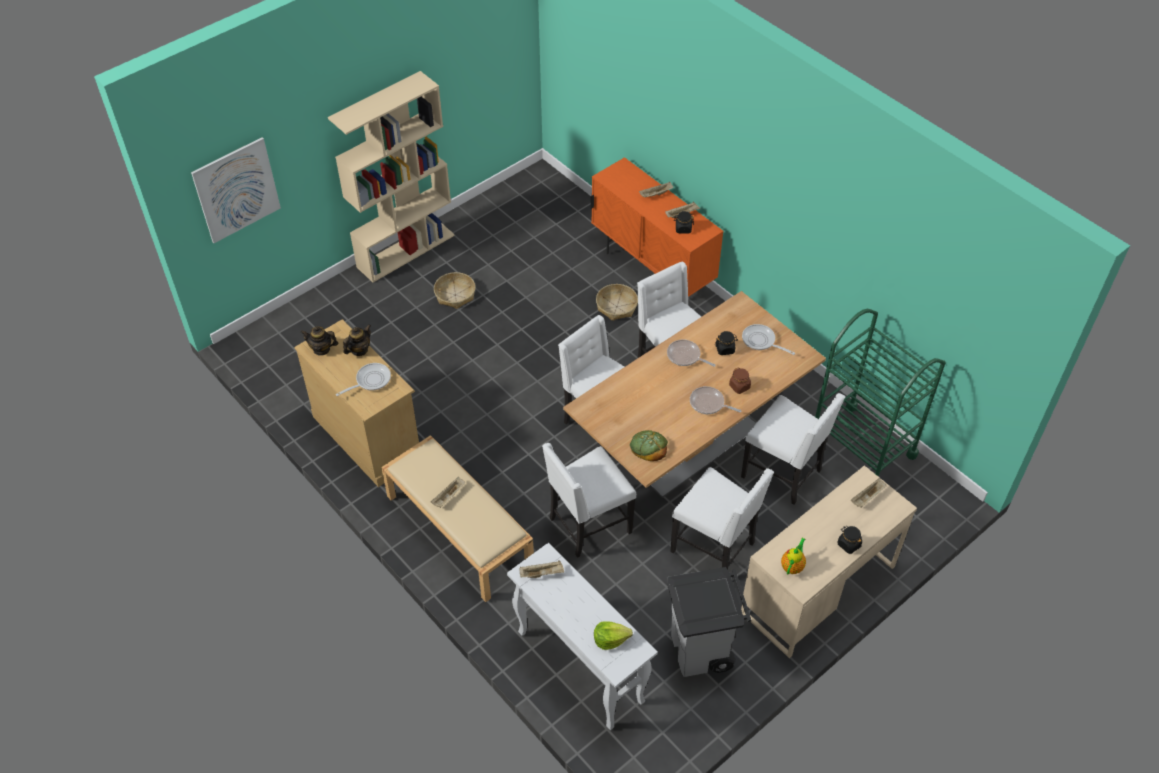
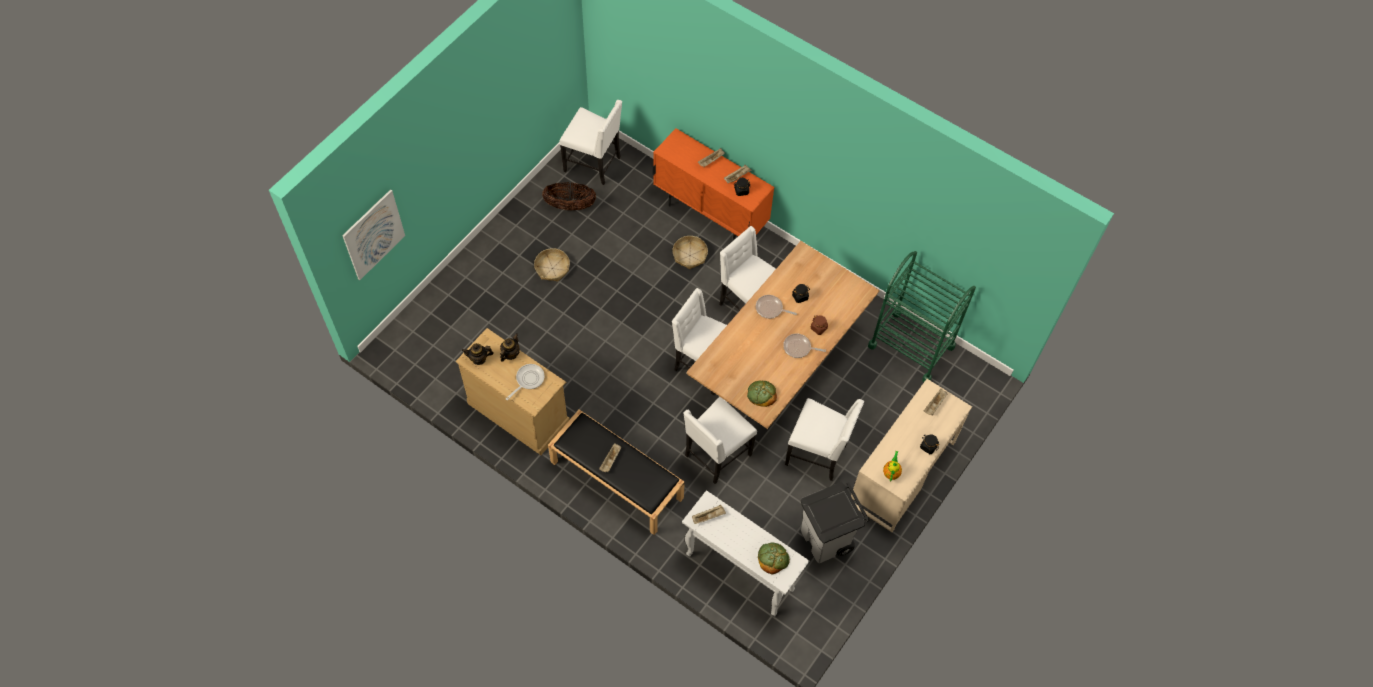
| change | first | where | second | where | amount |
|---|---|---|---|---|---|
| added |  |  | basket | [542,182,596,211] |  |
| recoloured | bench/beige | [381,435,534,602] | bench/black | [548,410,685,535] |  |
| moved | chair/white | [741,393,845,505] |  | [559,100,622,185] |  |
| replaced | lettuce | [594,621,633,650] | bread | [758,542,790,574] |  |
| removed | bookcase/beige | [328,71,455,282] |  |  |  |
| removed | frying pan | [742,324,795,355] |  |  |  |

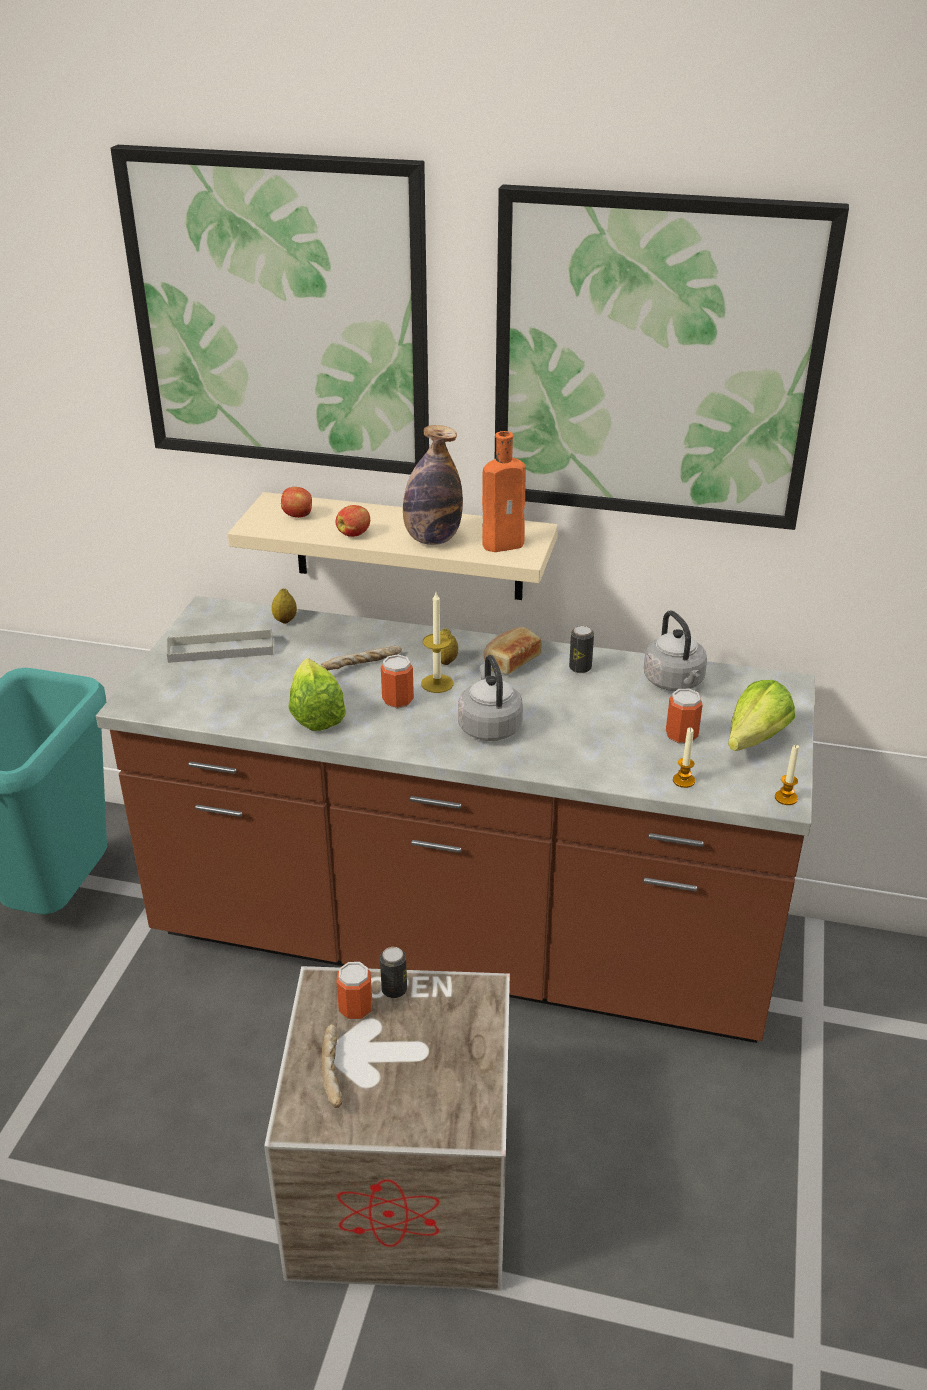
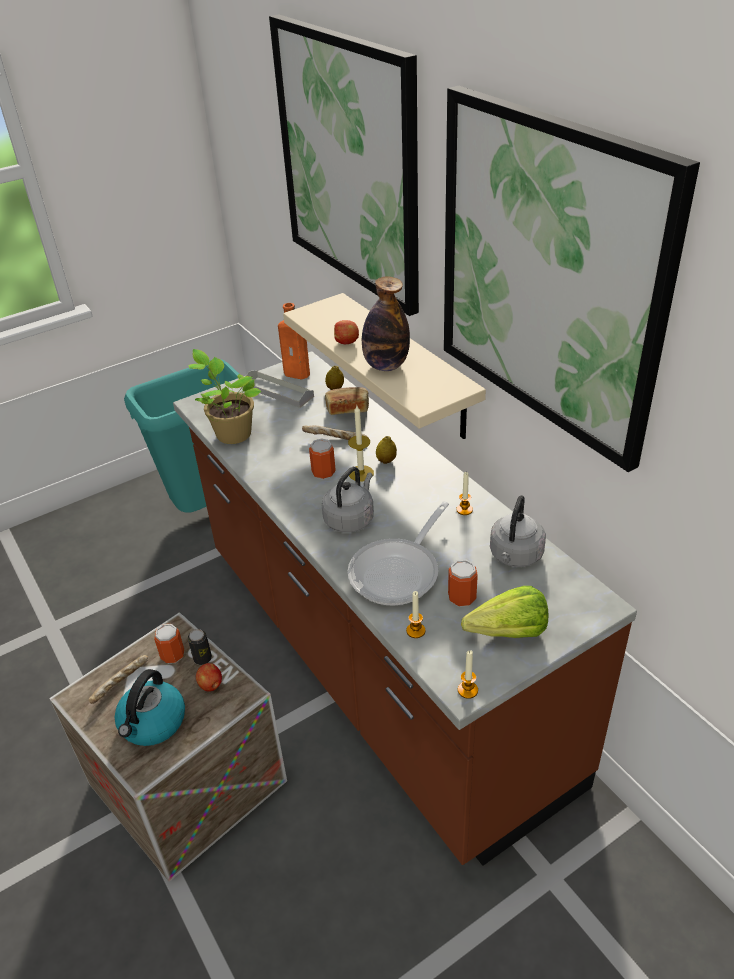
| change | first | where | second | where | amount |
|---|---|---|---|---|---|
| added |  |  | kettle | [115,669,185,746] |  |
| added |  |  | potted plant | [189,349,262,444] |  |
| moved | apple | [281,487,312,518] |  | [196,663,222,692] |  |
| moved | bottle/orange | [482,431,526,552] |  | [278,303,310,379] |  |
| moved | bread | [483,627,541,675] |  | [325,387,369,415] |  |
| added |  |  | frying pan | [347,501,449,606] |  |
| replaced | can | [569,625,594,673] | candle | [456,472,473,515] |  |
| removed | lettuce | [289,658,346,731] |  |  |  |

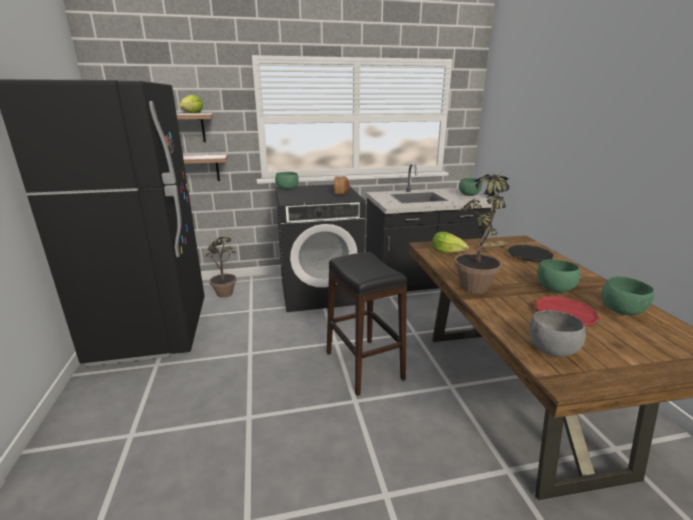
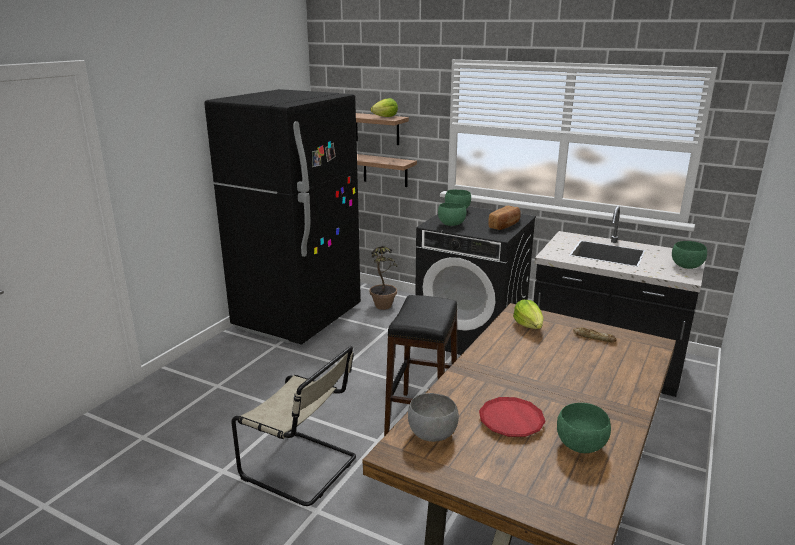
| change | first | where | second | where | amount |
|---|---|---|---|---|---|
| added |  |  | chair/beige | [231,346,356,506] |  |
| moved | bowl/green | [537,259,580,293] |  | [438,202,466,226] |  |
| removed | potted plant | [454,174,510,294] |  |  |  |
| removed | plate/black | [508,245,553,262] |  |  |  |

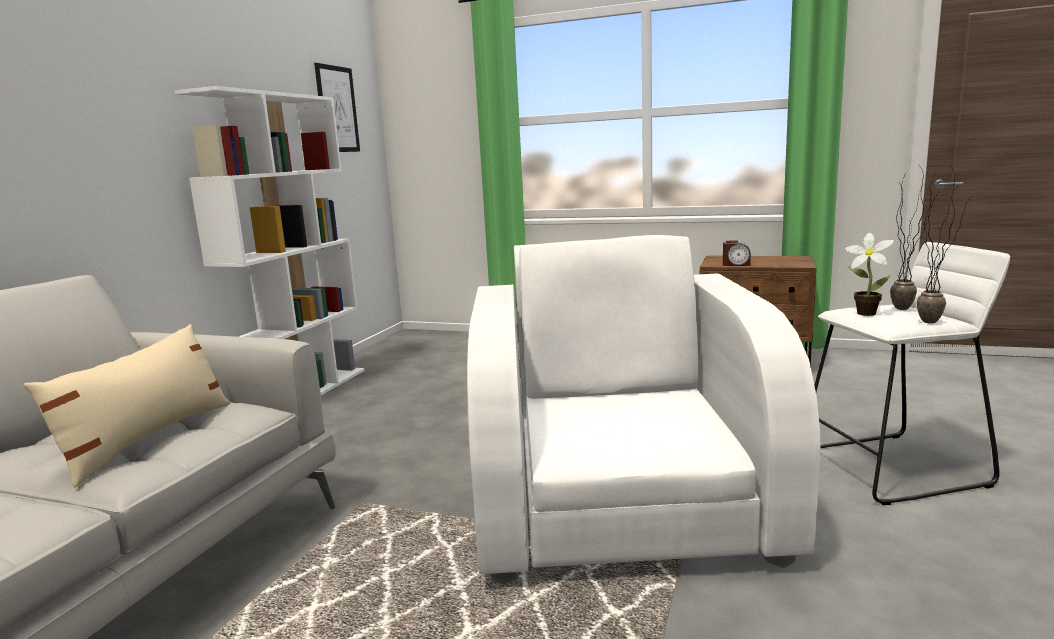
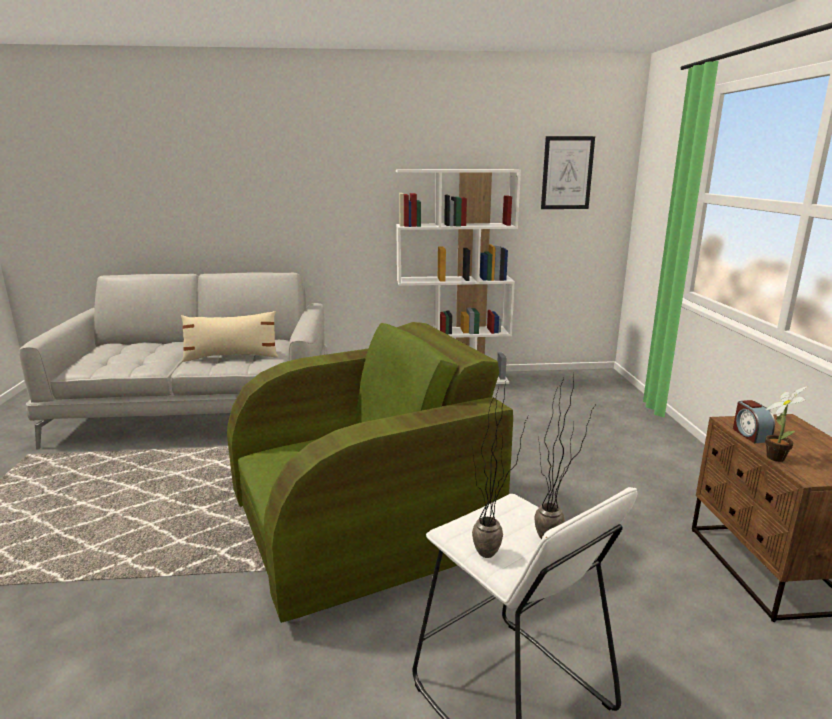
| change | first | where | second | where | amount |
|---|---|---|---|---|---|
| recoloured | armchair/white | [467,235,821,584] | armchair/green | [227,322,513,625] |  |
| moved | potted plant | [845,233,894,316] |  | [765,386,807,462] |  |

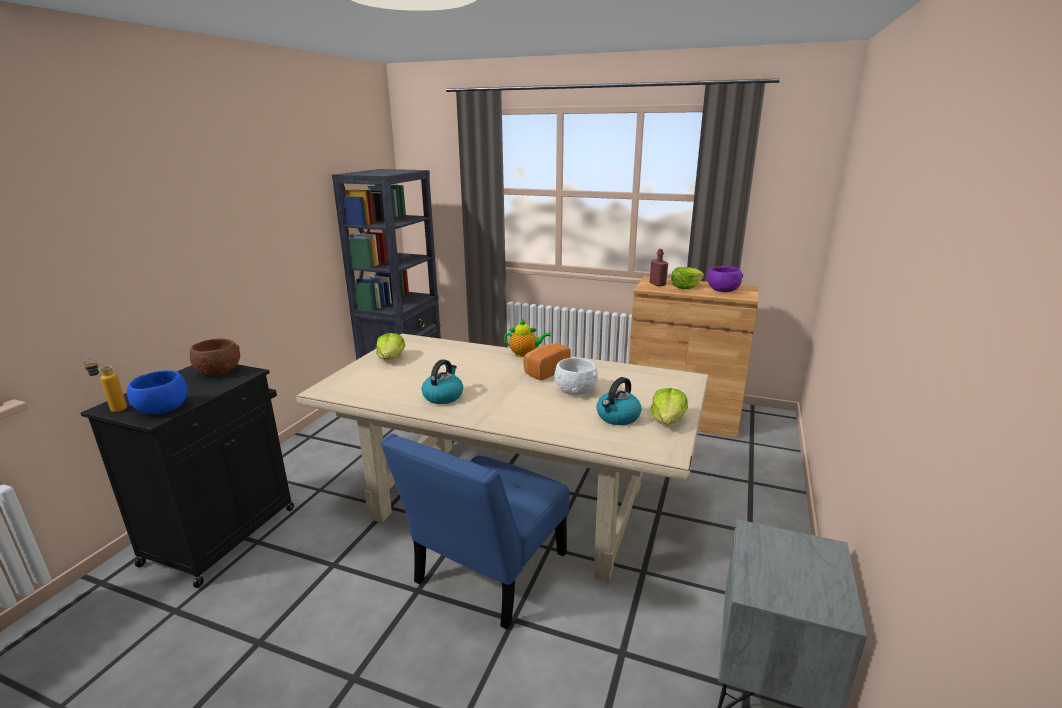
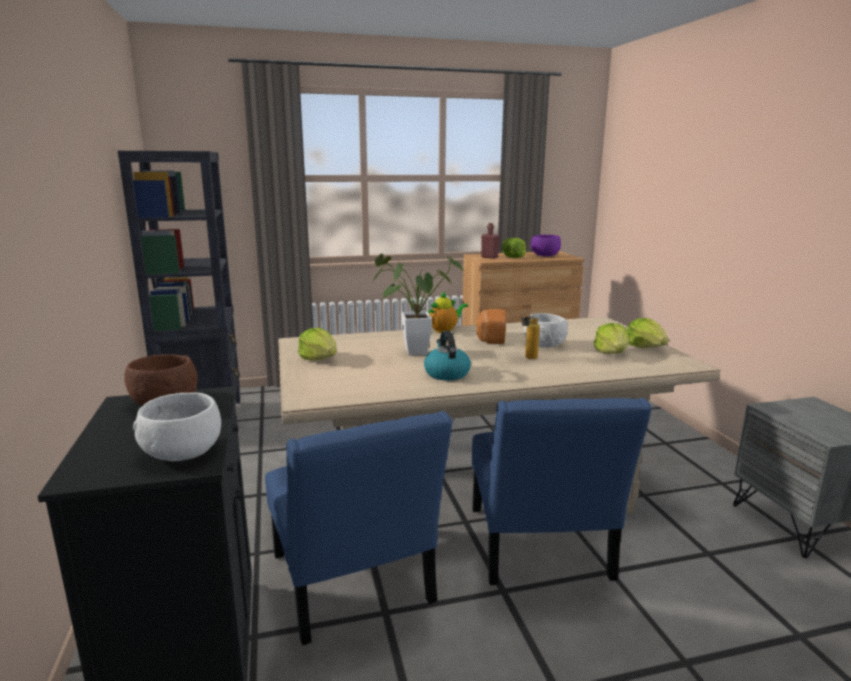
| change | first | where | second | where | amount |
|---|---|---|---|---|---|
| recoloured | bowl/blue | [127,370,188,414] | bowl/white | [133,392,221,461] |  |
| added |  |  | chair/blue | [265,411,453,645] |  |
| added |  |  | potted plant | [371,254,463,356] |  |
| moved | bottle | [84,358,127,412] |  | [521,310,540,359] |  |
| replaced | kettle | [596,377,642,425] | lettuce | [594,323,630,354] |  |

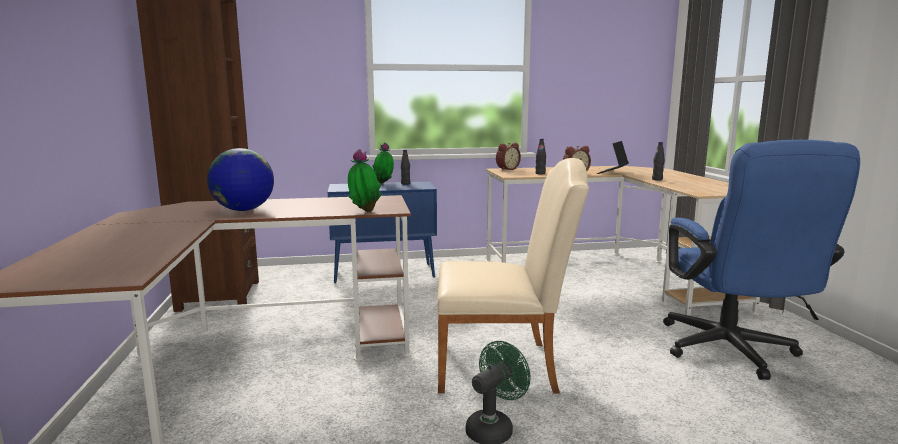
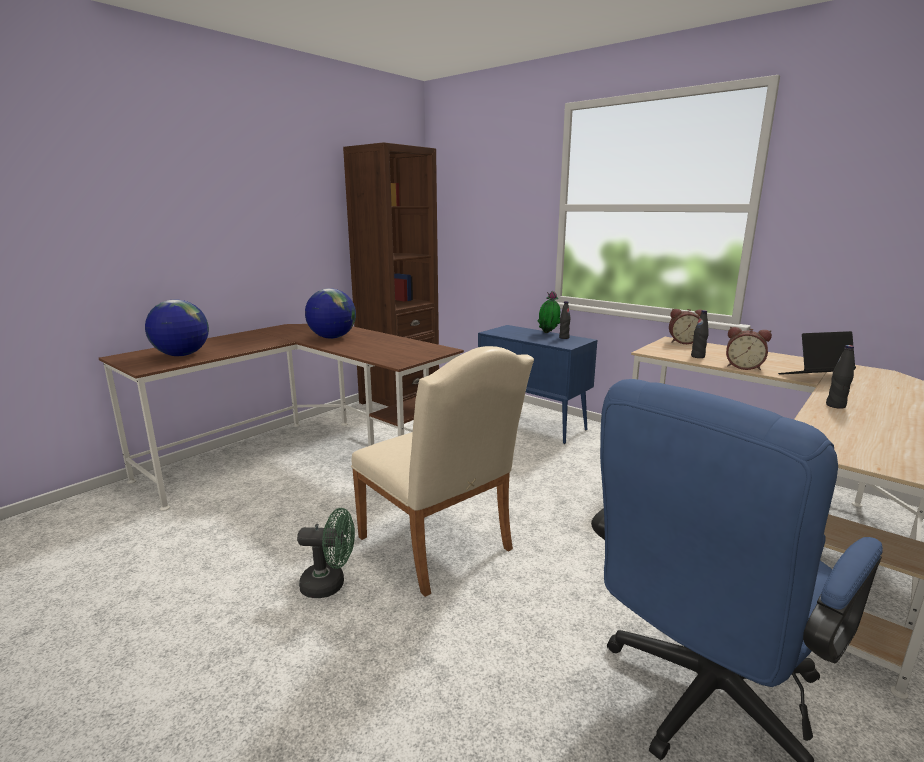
| change | first | where | second | where | amount |
|---|---|---|---|---|---|
| added |  |  | globe | [145,299,209,356] |  |
| removed | potted plant | [348,149,381,212] |  |  |  |

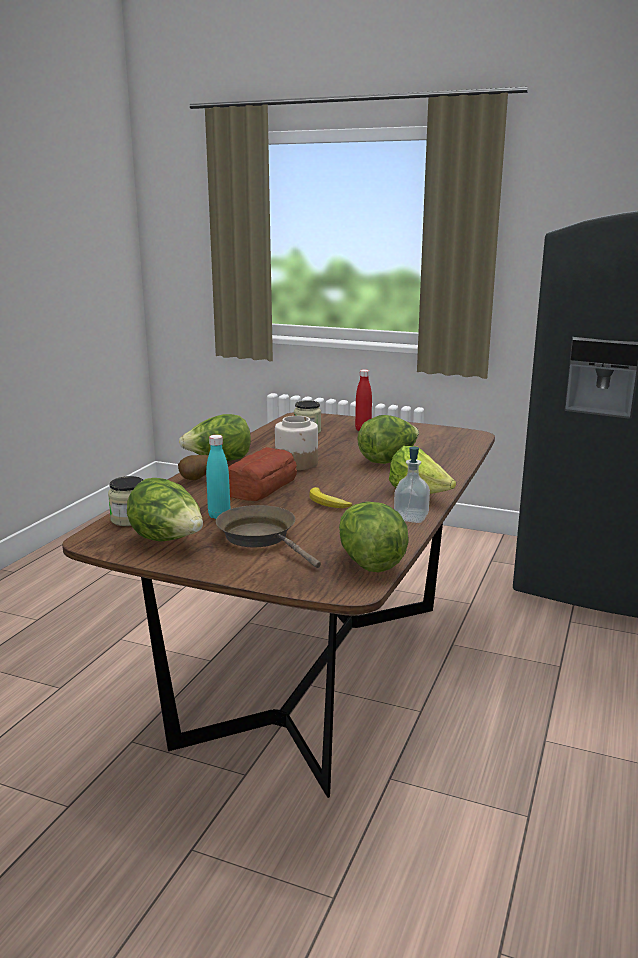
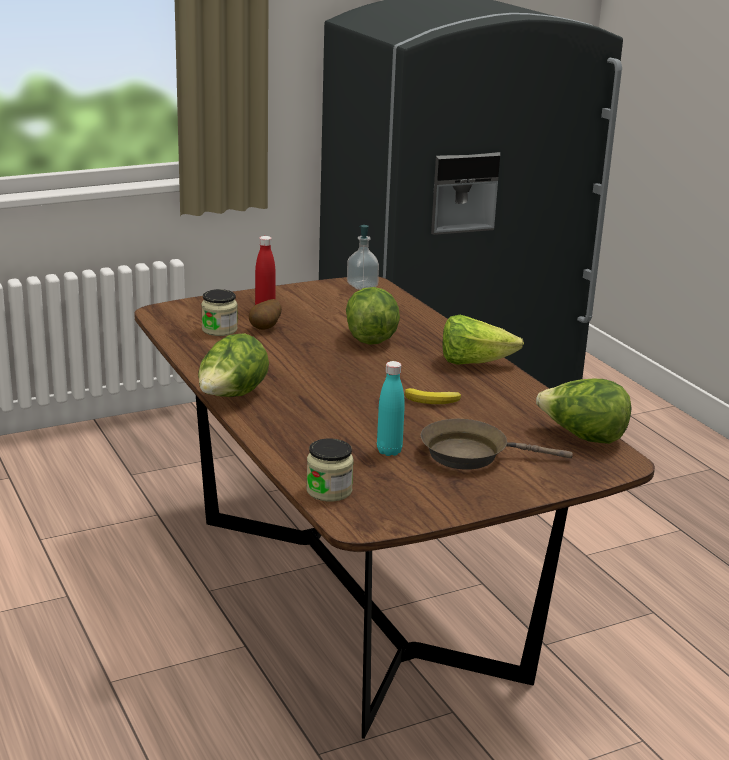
| change | first | where | second | where | amount |
|---|---|---|---|---|---|
| moved | potato | [178,455,209,480] |  | [249,299,282,330] |  |
| moved | soap dispenser | [394,447,430,523] |  | [347,225,379,290] |  |
| removed | lettuce | [127,478,203,541] |  |  |  |
| removed | bread | [228,447,297,501] |  |  |  |
| removed | jar | [275,416,318,471] |  |  |  |

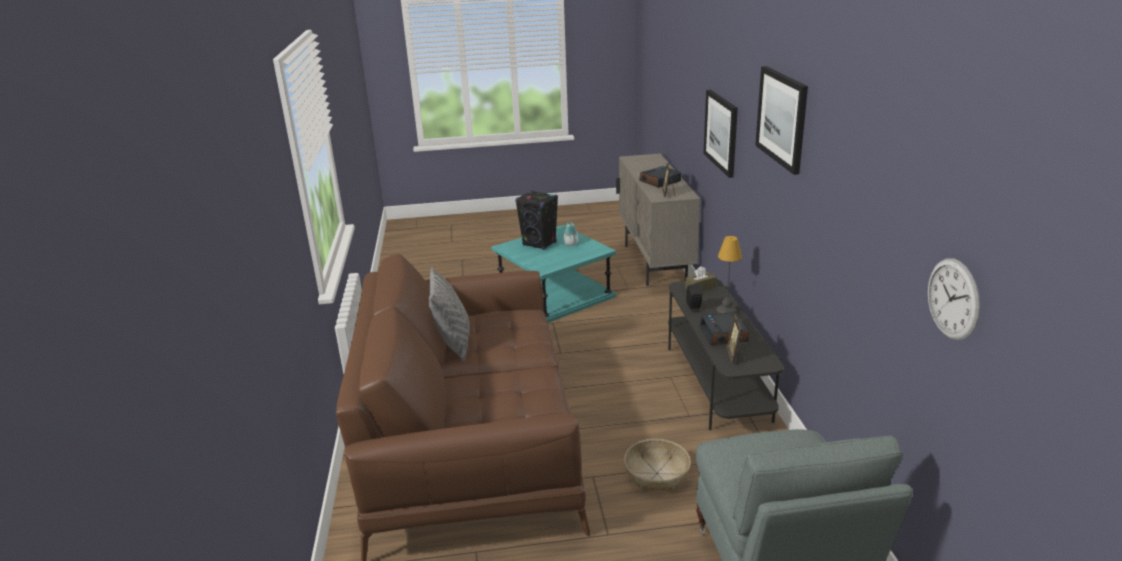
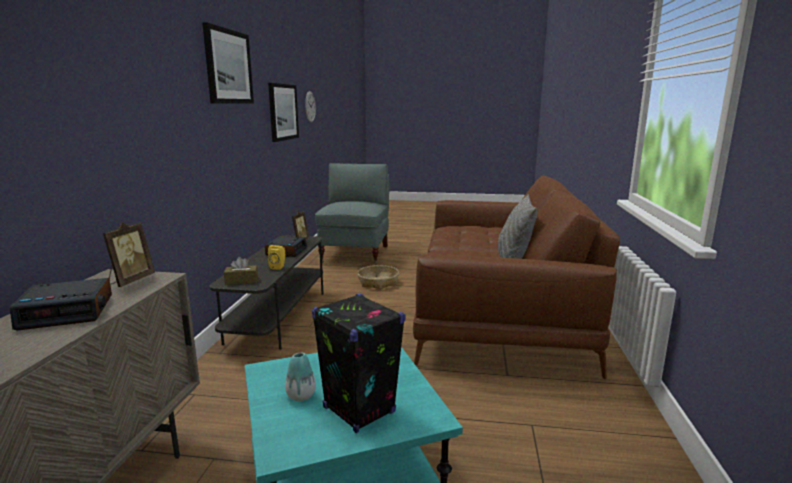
| change | first | where | second | where | amount |
|---|---|---|---|---|---|
| moved | picture | [703,89,738,178] |  | [268,83,299,142] |  |
| recoloured | speaker/black | [686,284,702,312] | speaker/yellow | [268,245,285,270] |  |
| removed | table lamp | [717,236,742,313] |  |  |  |

